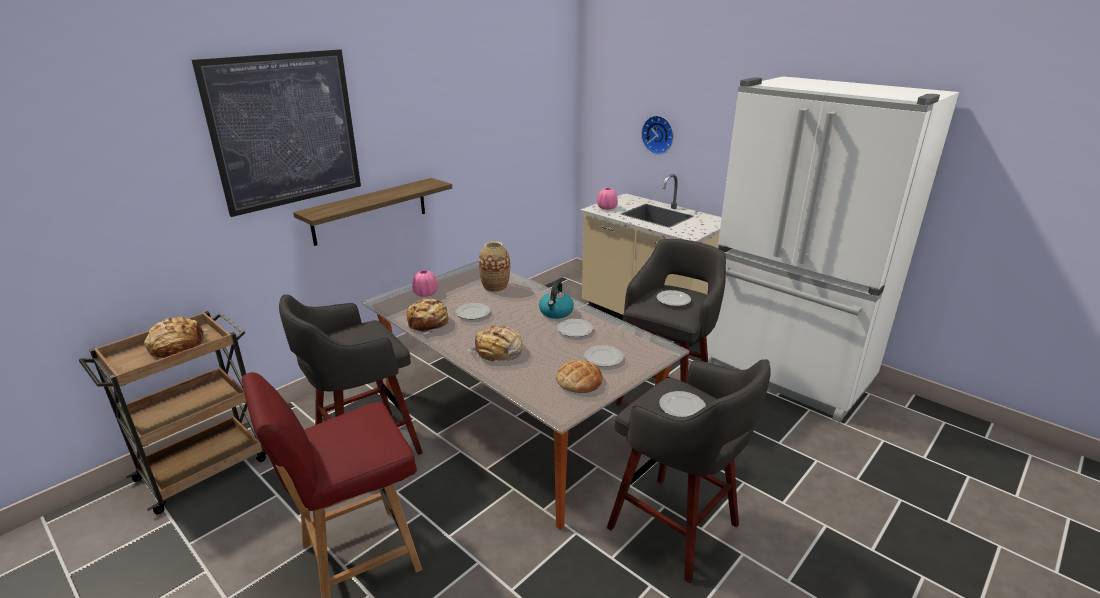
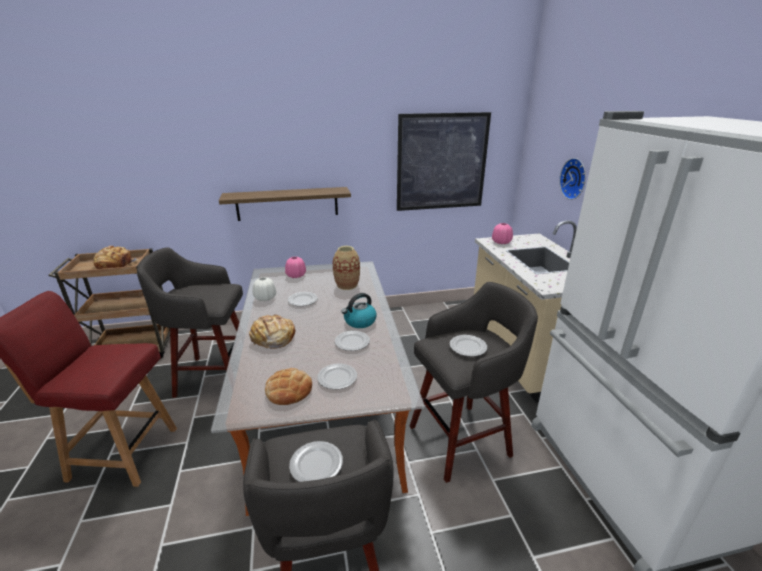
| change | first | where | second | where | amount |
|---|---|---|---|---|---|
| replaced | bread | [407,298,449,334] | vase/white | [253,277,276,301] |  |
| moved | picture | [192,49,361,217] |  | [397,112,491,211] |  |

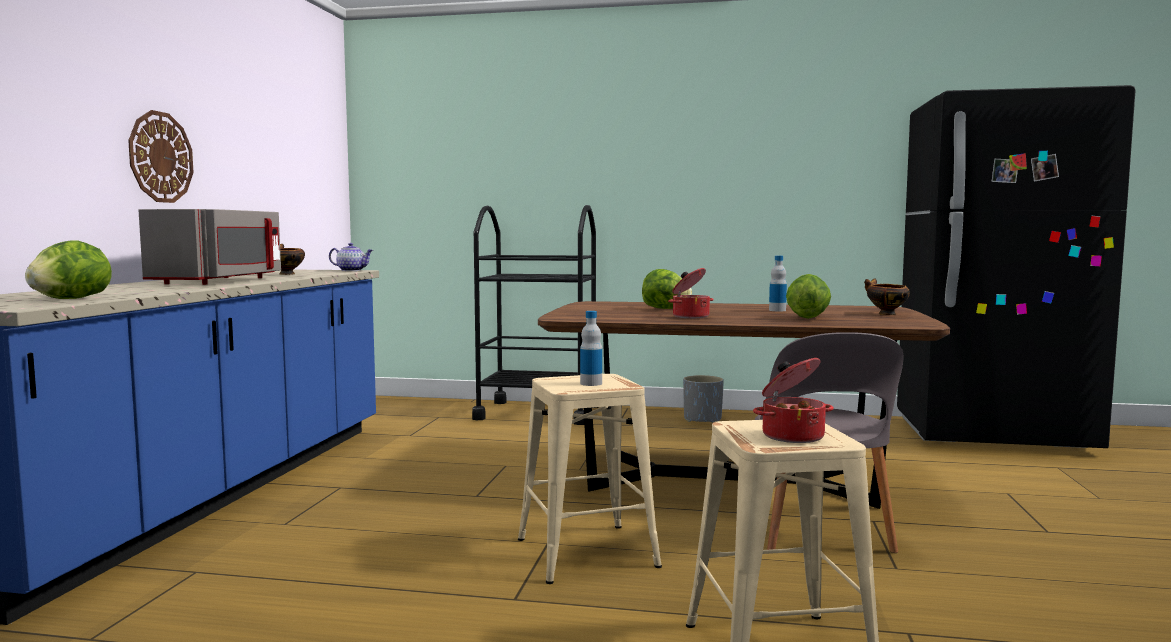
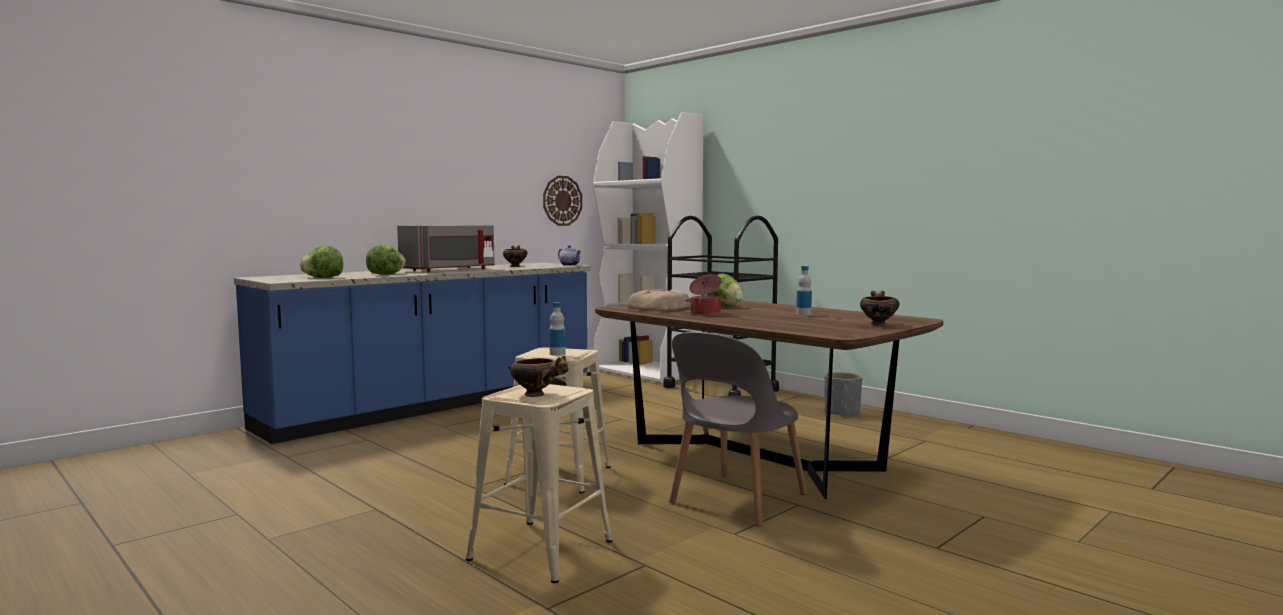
| change | first | where | second | where | amount |
|---|---|---|---|---|---|
| moved | lettuce | [786,274,831,319] |  | [366,244,406,275] |  |
| replaced | cooking pot | [753,358,834,443] | bowl | [508,356,569,397] |  |
| moved | wall clock | [128,110,194,203] |  | [543,176,582,226] |  |
| added |  |  | bookcase/white | [593,112,704,383] |  |
| added |  |  | bread | [627,289,691,311] |  |
| removed | fridge/black | [897,85,1136,448] |  |  |  |

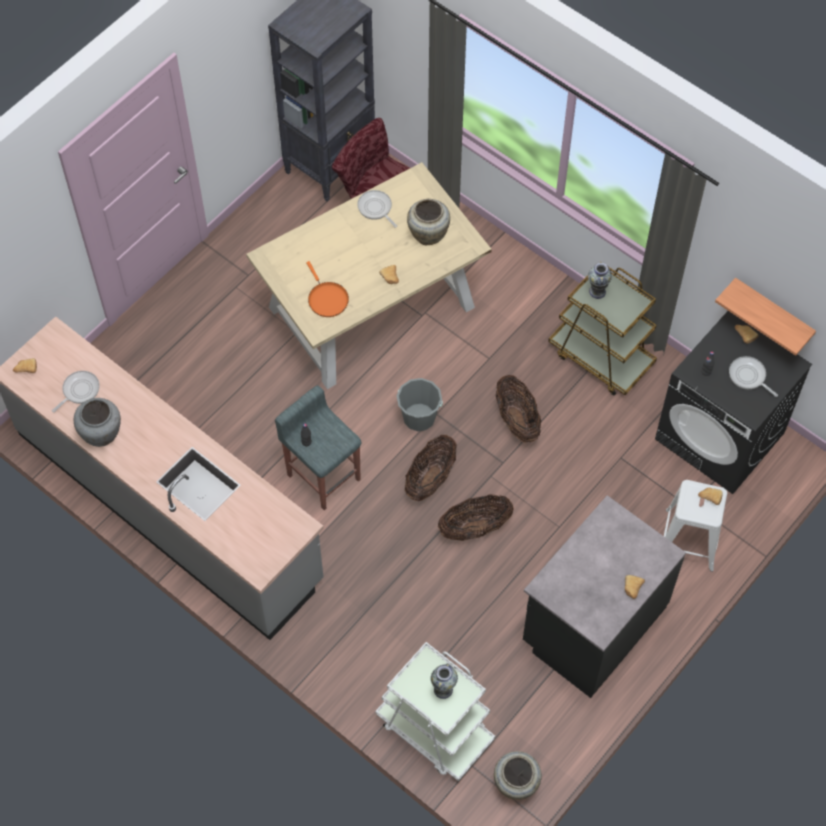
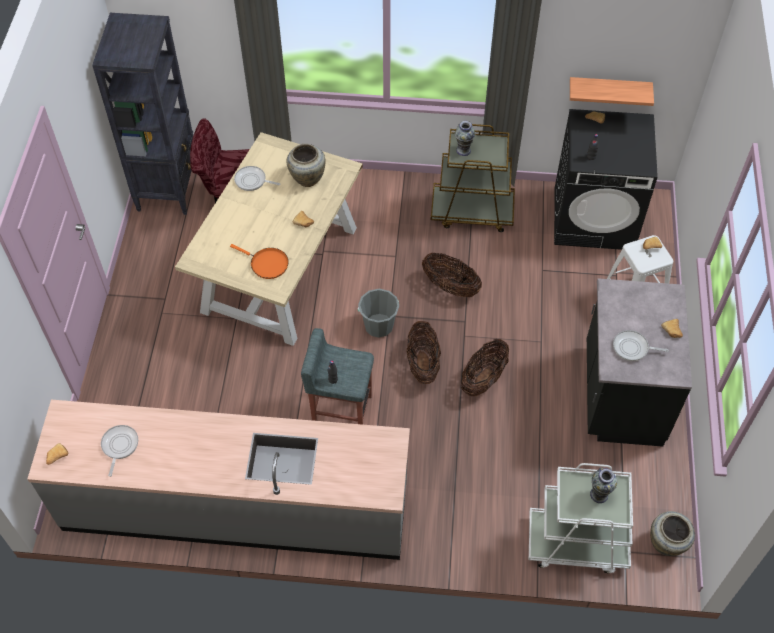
| change | first | where | second | where | amount |
|---|---|---|---|---|---|
| moved | frying pan | [729,356,778,397] |  | [613,330,669,361] |  |
| removed | vase/grey | [74,398,121,447] |  |  |  |

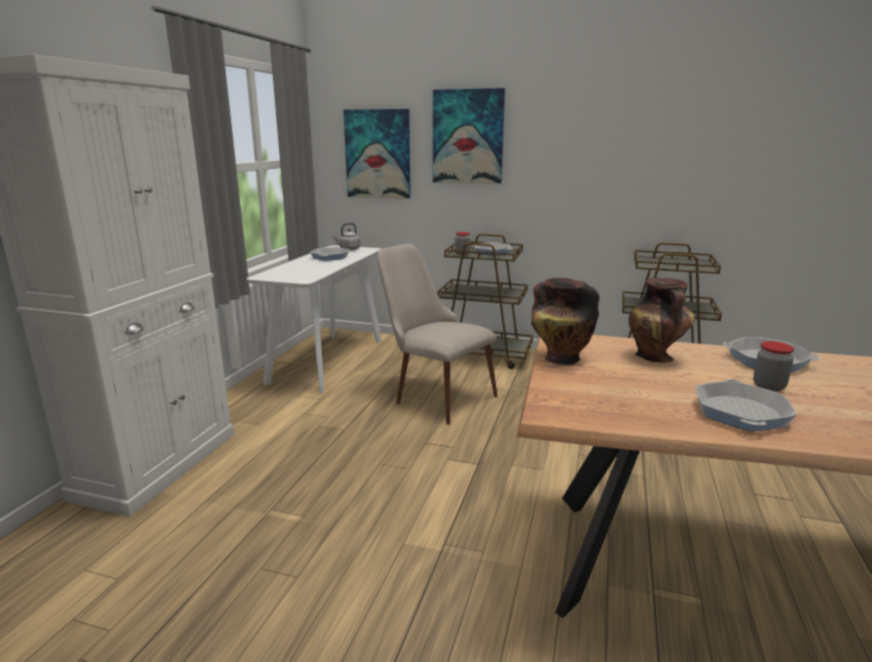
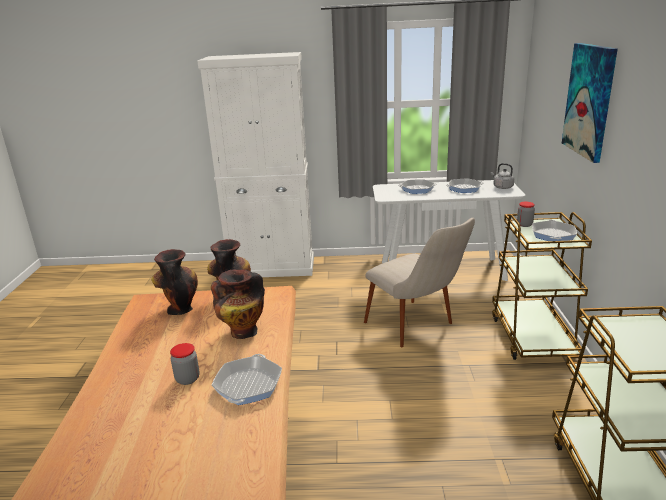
| change | first | where | second | where | amount |
|---|---|---|---|---|---|
| added |  |  | vase | [151,249,198,315] |  |
| turned | chair/beige | [377,244,498,425] |  | [364,218,475,347] | 120 degrees clockwise |
| moved | frying pan | [696,379,796,431] |  | [398,179,437,194] |  |
| removed | picture | [343,109,411,199] |  |  |  |

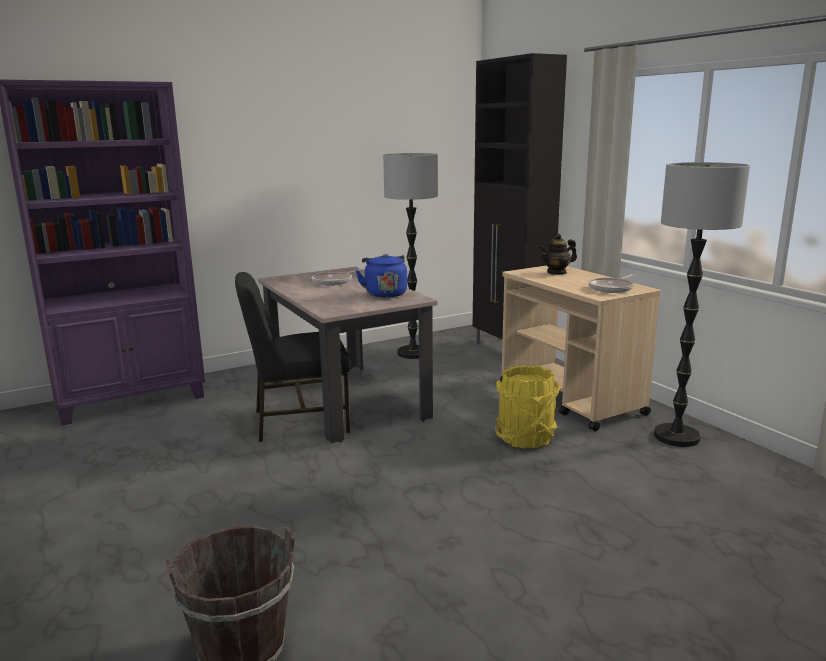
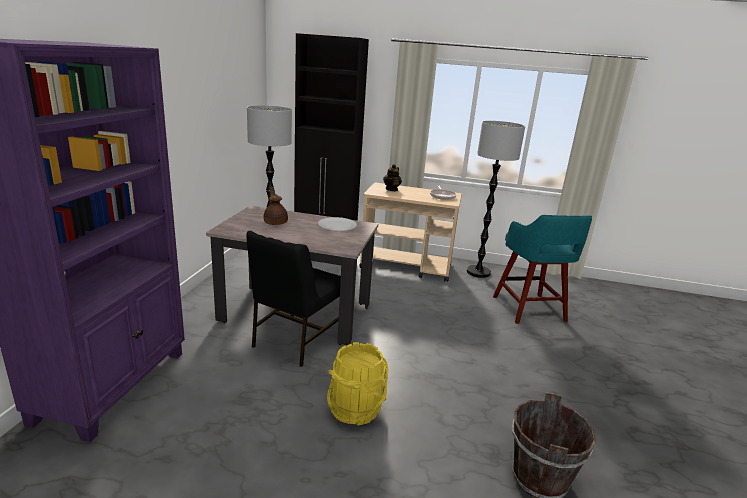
| change | first | where | second | where | amount |
|---|---|---|---|---|---|
| replaced | frying pan | [312,269,364,286] | teapot/brown | [264,187,288,225] |  |
| replaced | kettle/blue | [356,254,407,298] | plate/white | [318,217,357,231] |  |
| moved | bucket/yellow | [495,365,560,449] |  | [327,342,388,426] |  |
| added |  |  | stool/turquoise | [493,215,592,324] |  |

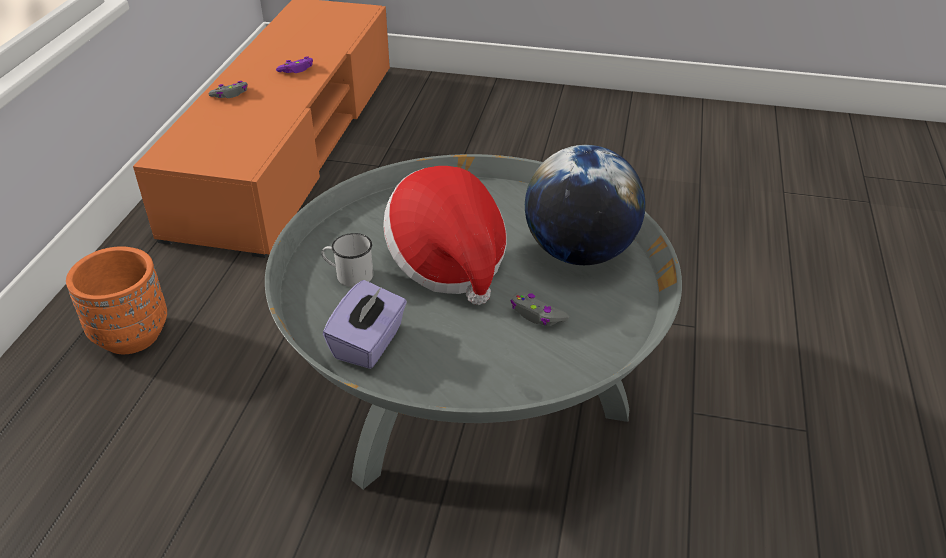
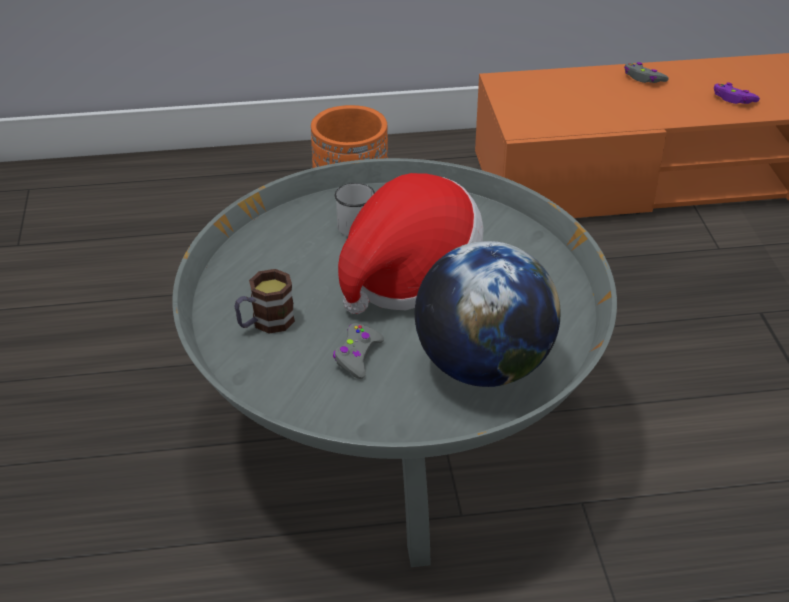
| change | first | where | second | where | amount |
|---|---|---|---|---|---|
| added |  |  | mug | [234,269,295,333] |  |
| removed | tissue box/purple | [323,280,407,369] |  |  |  |

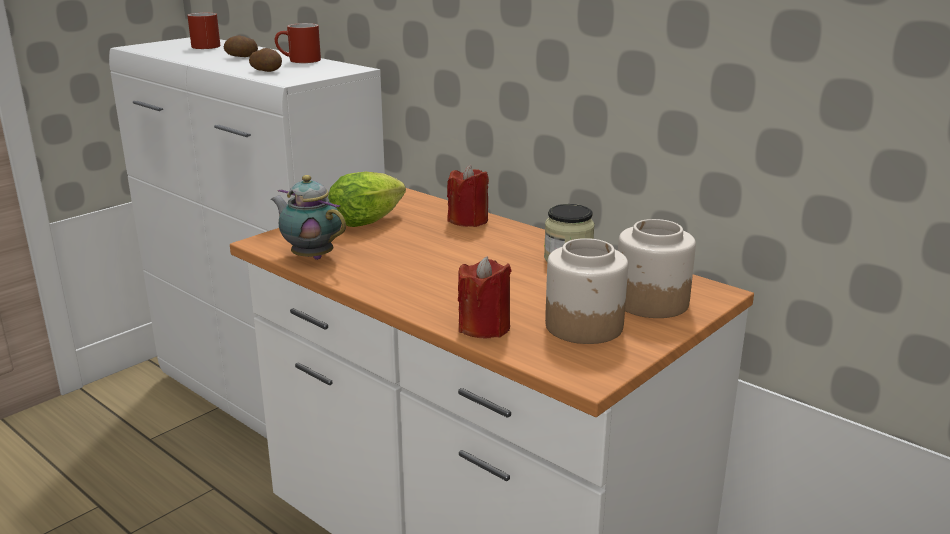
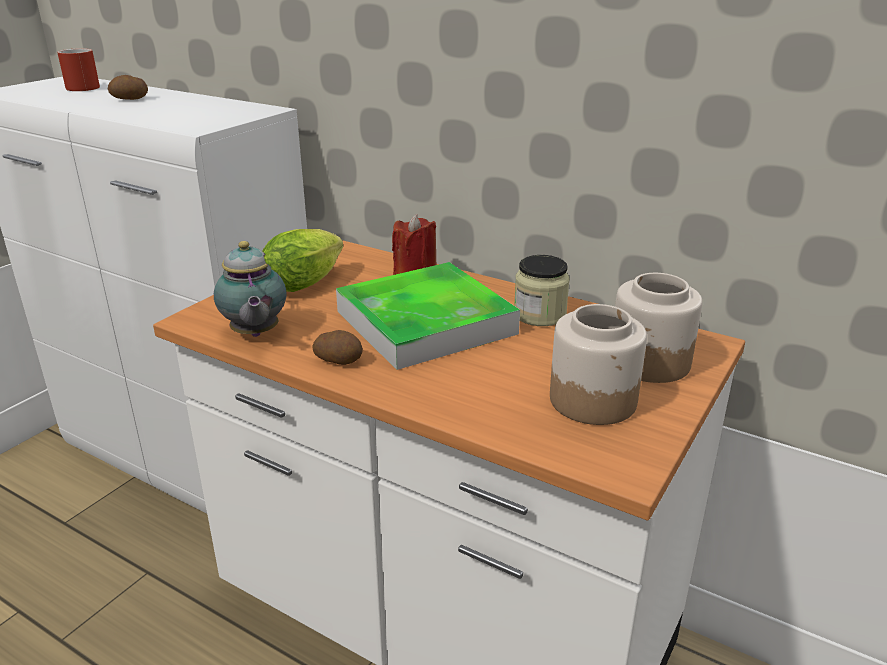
| change | first | where | second | where | amount |
|---|---|---|---|---|---|
| turned | teapot | [271,175,346,260] |  | [214,241,286,337] | 135 degrees counterclockwise |
| moved | potato | [249,48,282,72] |  | [312,330,363,365] |  |
| added |  |  | tray | [336,262,520,370] |  |
| removed | mug/red | [275,23,321,63] |  |  |  |
| removed | candle/red | [458,256,512,338] |  |  |  |

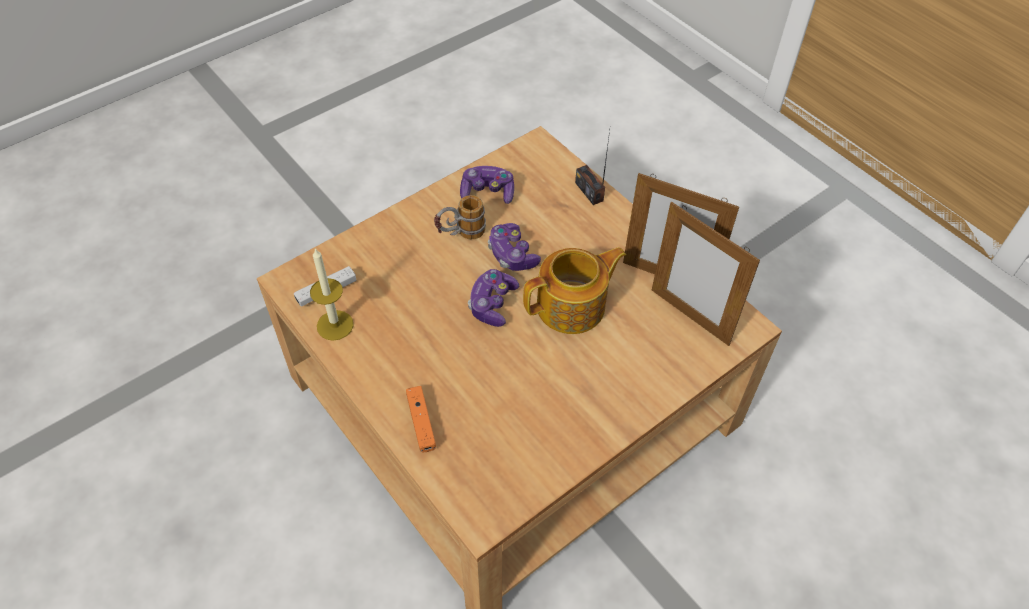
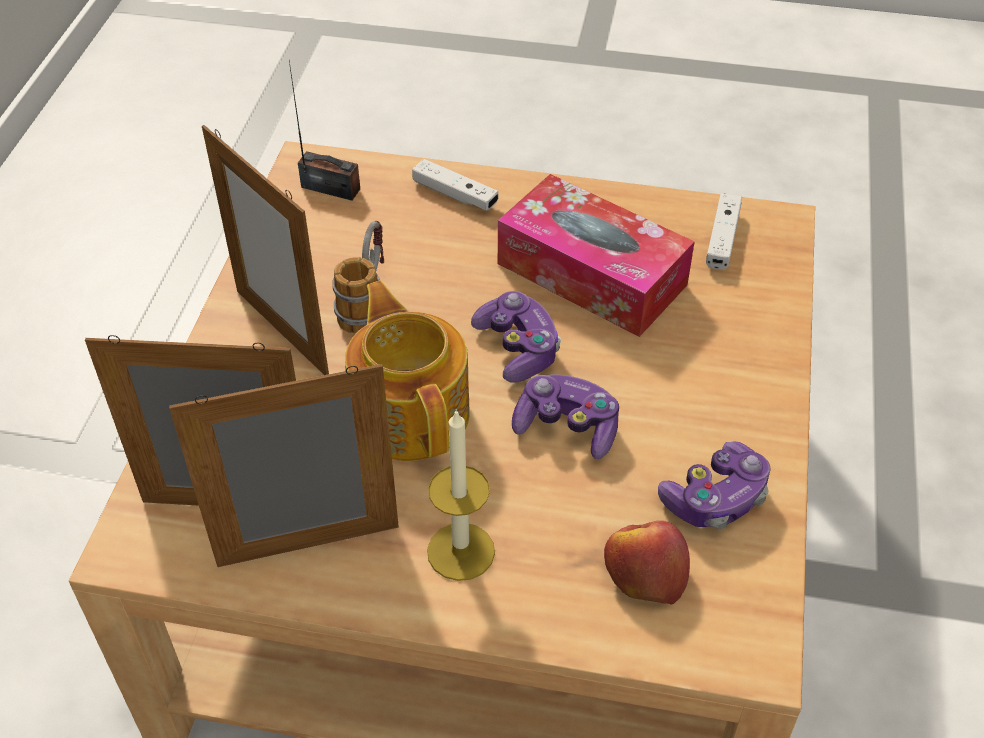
| change | first | where | second | where | amount |
|---|---|---|---|---|---|
| added |  |  | picture frame | [202,125,329,375] |  |
| moved | radio | [575,130,610,205] |  | [289,61,360,201] |  |
| moved | mug | [434,195,486,239] |  | [332,221,384,334] |  |
| turned | teapot | [523,247,626,334] |  | [345,281,470,461] | 135 degrees clockwise |
| recoloured | game controller/orange | [406,386,436,452] | game controller/white | [412,159,499,210] |  |
| moved | candle | [310,248,354,341] |  | [427,409,495,581] |  |
| added |  |  | tissue box | [498,174,695,337] |  |
| added |  |  | apple | [604,520,690,604] |  |

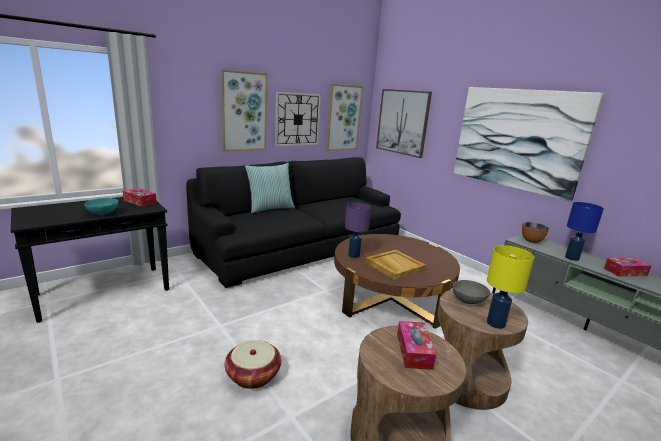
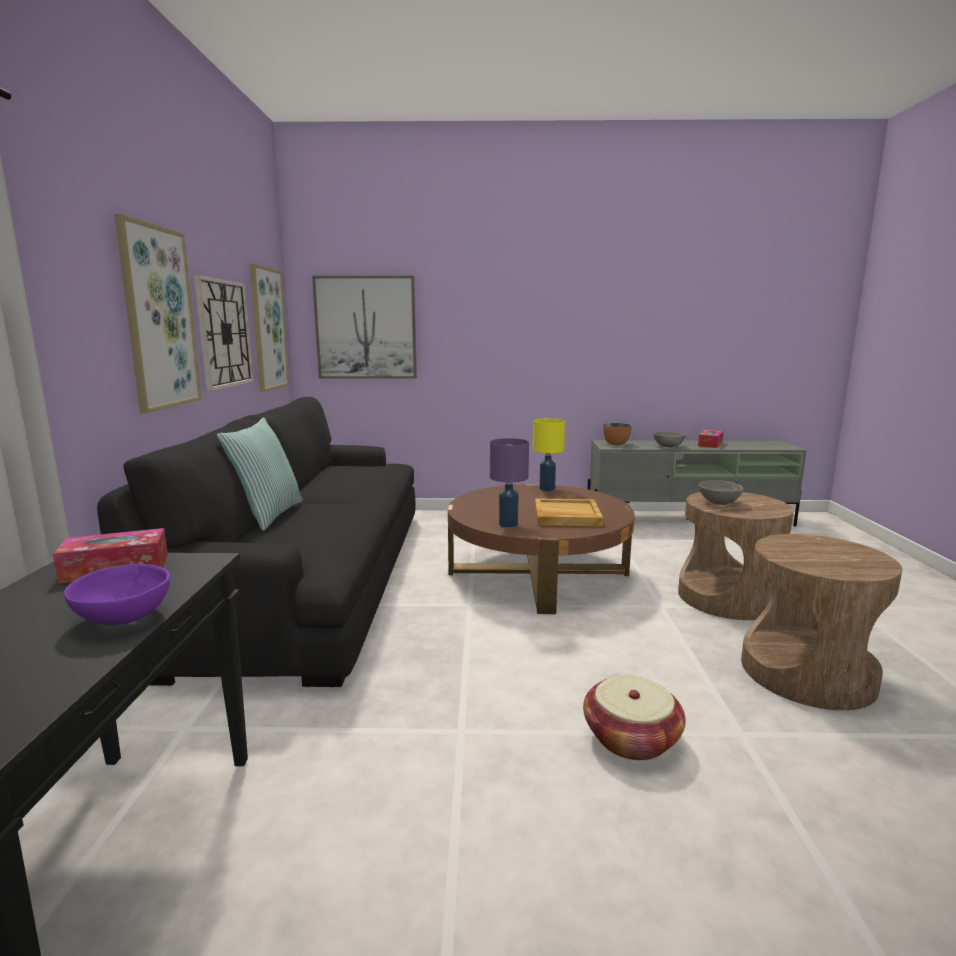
| change | first | where | second | where | amount |
|---|---|---|---|---|---|
| recoloured | bowl/turquoise | [84,198,118,216] | bowl/purple | [64,564,170,625] |  |
| moved | table lamp/yellow | [487,245,534,329] |  | [533,418,565,491] |  |
| replaced | table lamp/blue | [565,202,604,261] | bowl/grey | [653,431,686,447] |  |
| removed | tissue box | [397,321,436,370] |  |  |  |
| removed | picture | [454,87,604,202] |  |  |  |

